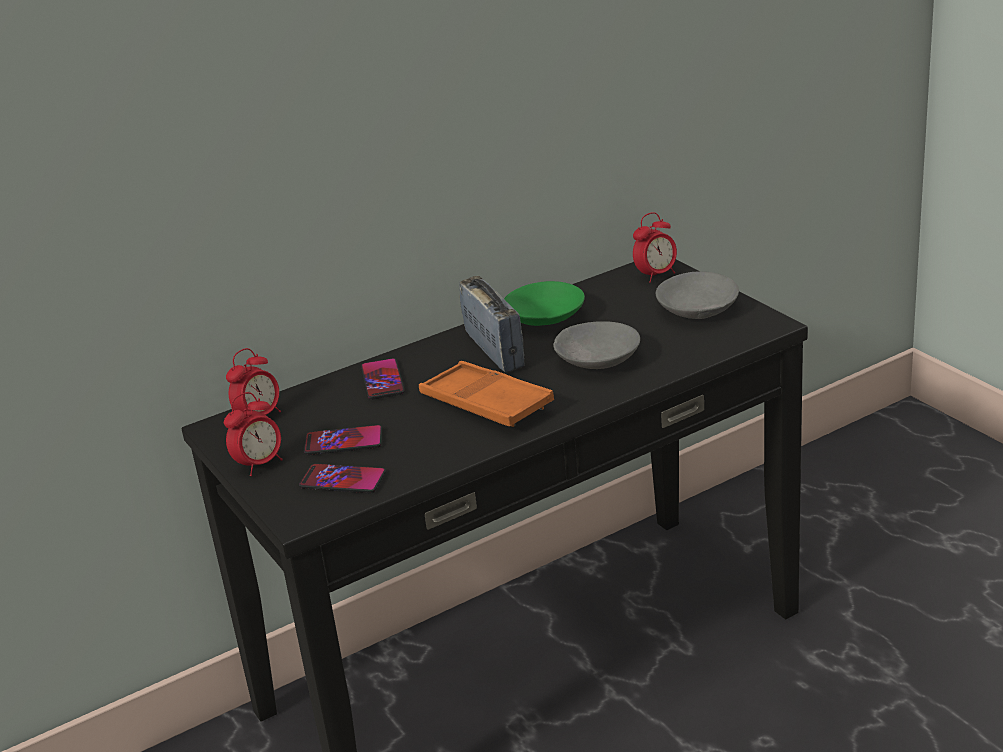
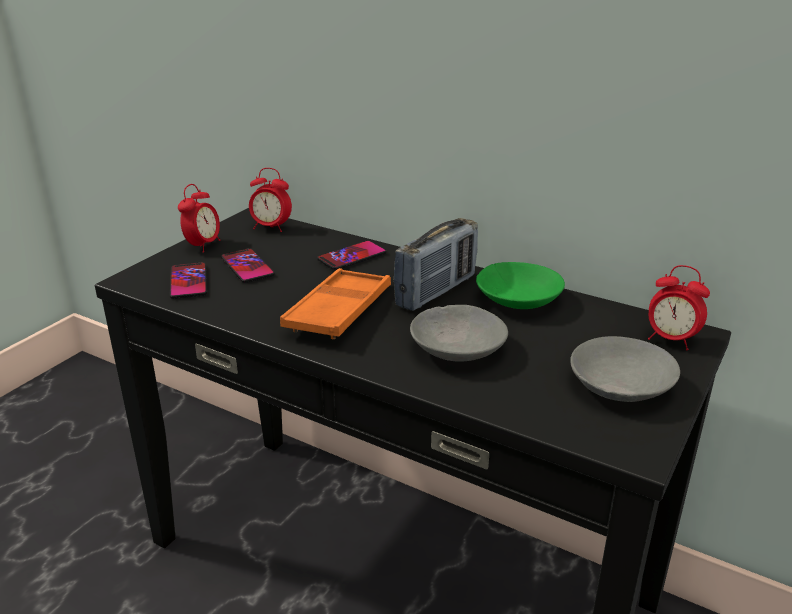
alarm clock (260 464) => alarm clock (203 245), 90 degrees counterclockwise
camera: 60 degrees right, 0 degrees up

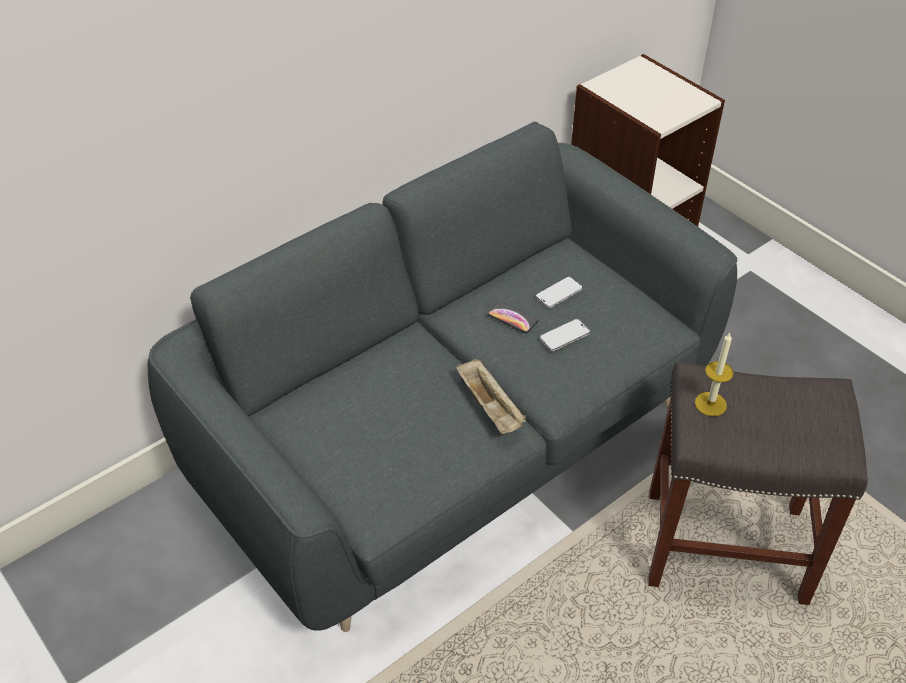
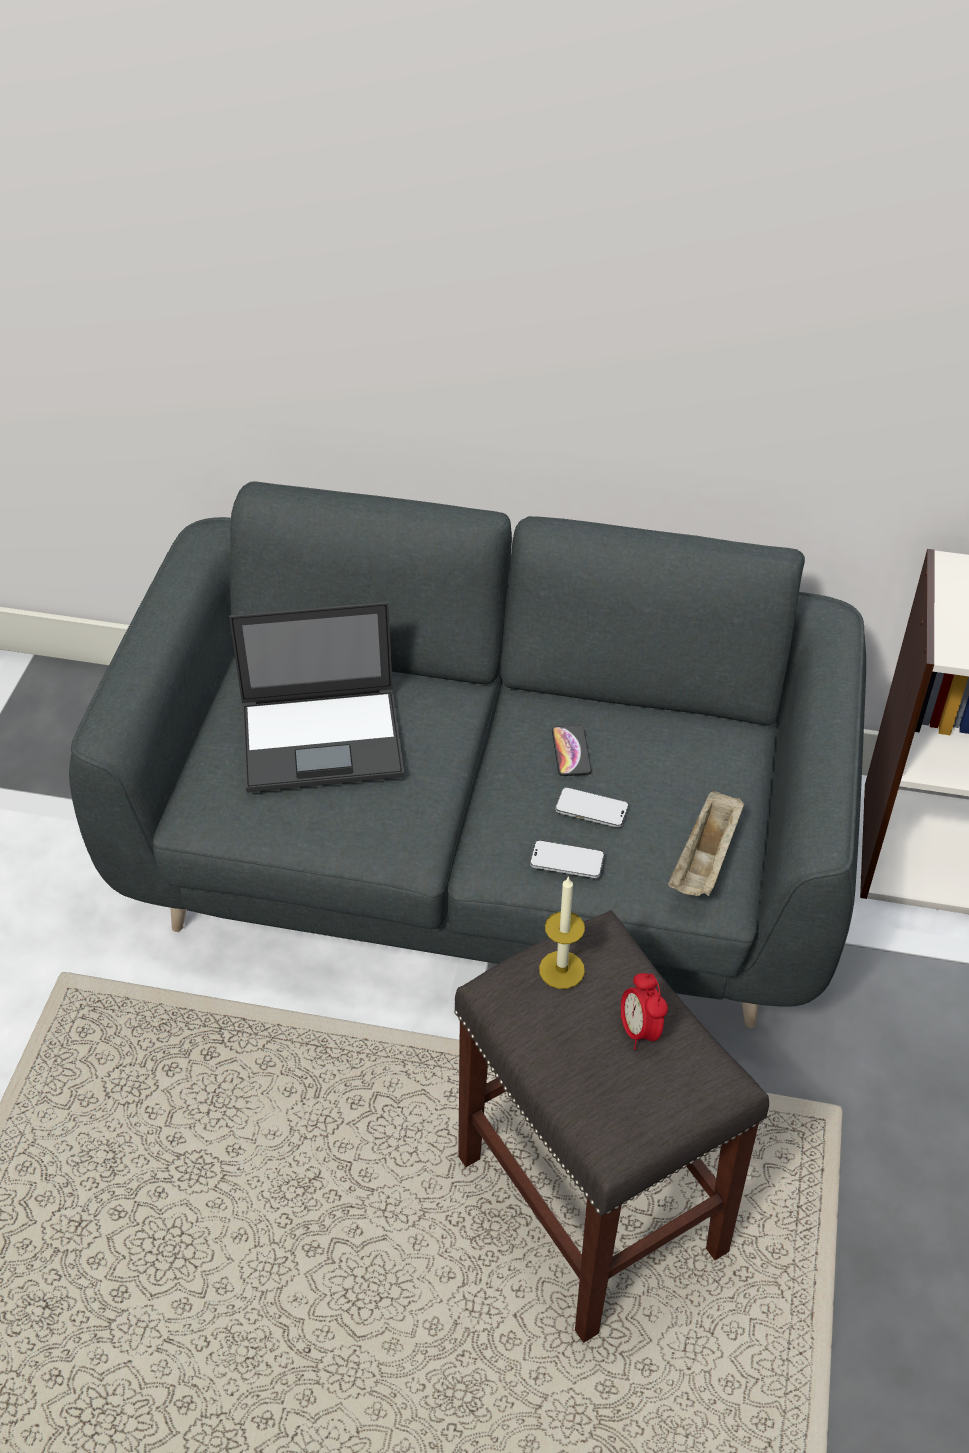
nothing => laptop (324 739)
nothing => alarm clock (640 1030)
beige tray (490 408) => beige tray (705 860), relocated
phone (558 293) => phone (567 861), relocated
camera: 50 degrees right, 0 degrees up

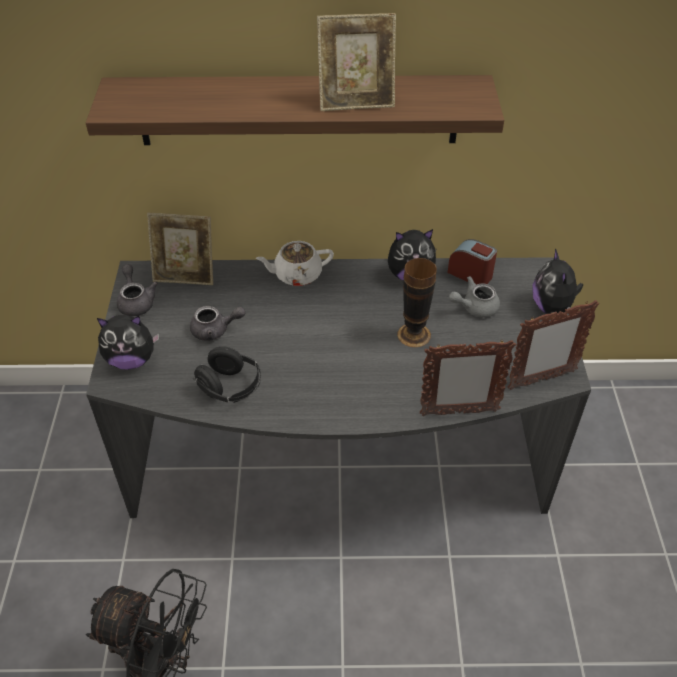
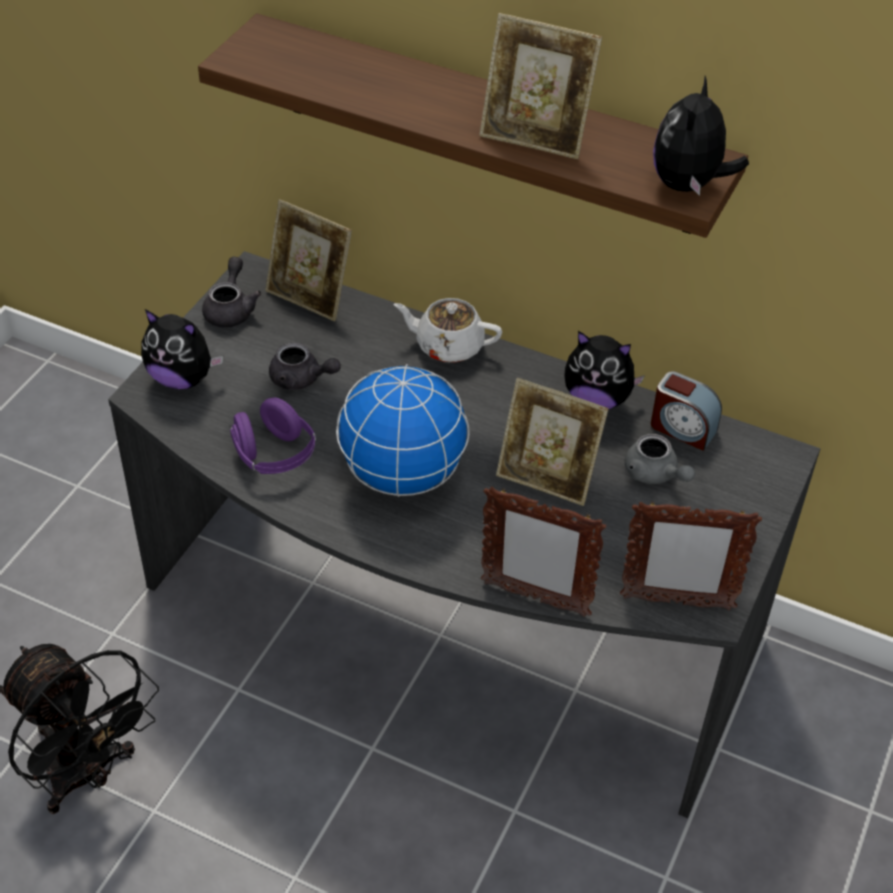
nothing => globe (402 474)
plush toy (552 308) => plush toy (688 185), relocated
vase (414 335) => picture frame (546 479)
black headphones (230 388) => purple headphones (274 456)
alarm clock (470 274) => alarm clock (682 428), 150 degrees clockwise
grey teapot (474 307) => grey teapot (654 474), 135 degrees counterclockwise
camera: 25 degrees right, 0 degrees up

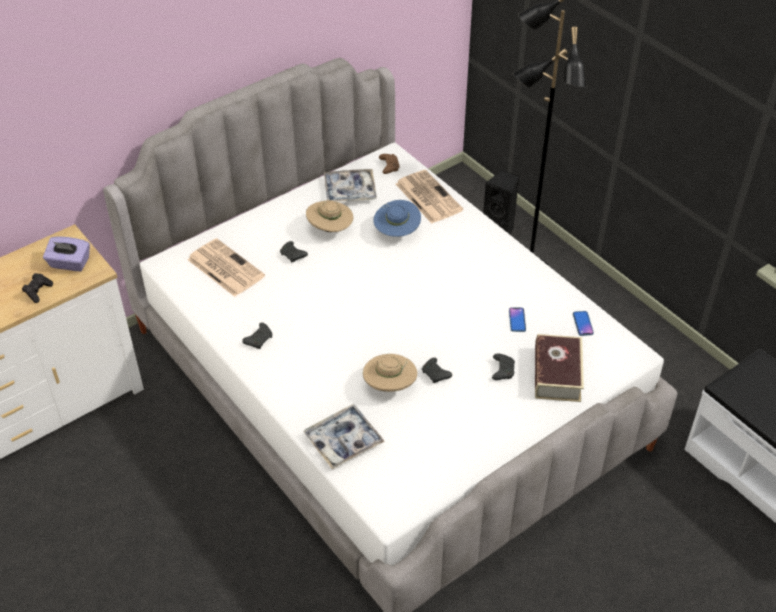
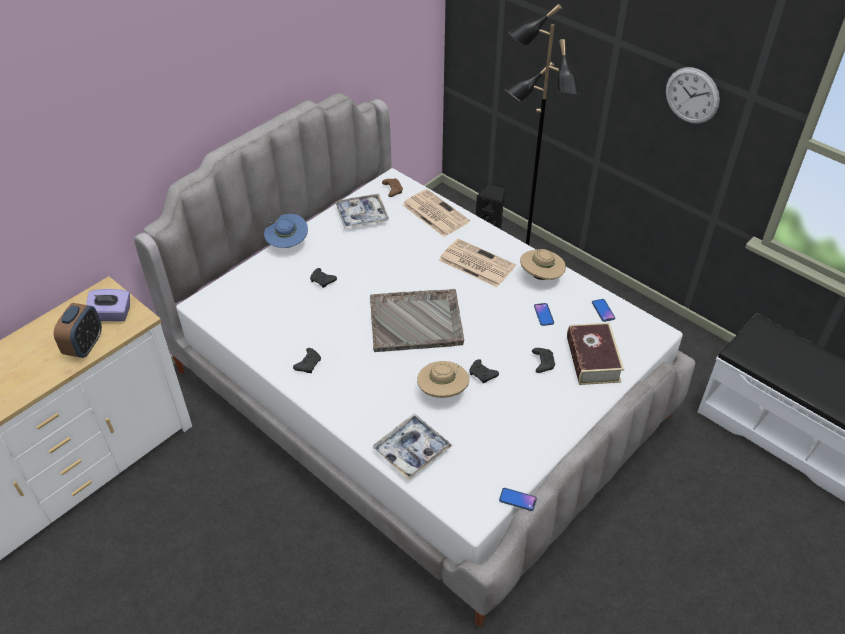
nothing => grey tray (417 322)
nothing => phone (517 499)
nothing => wall clock (692 95)
newspaper (224 268) => newspaper (475 263), relocated
beige hat (330 229) => beige hat (541 276), relocated
blue hat (396 232) => blue hat (287 244), relocated
black game controller (38 291) => alarm clock (85 346)
camera: 10 degrees left, 0 degrees up

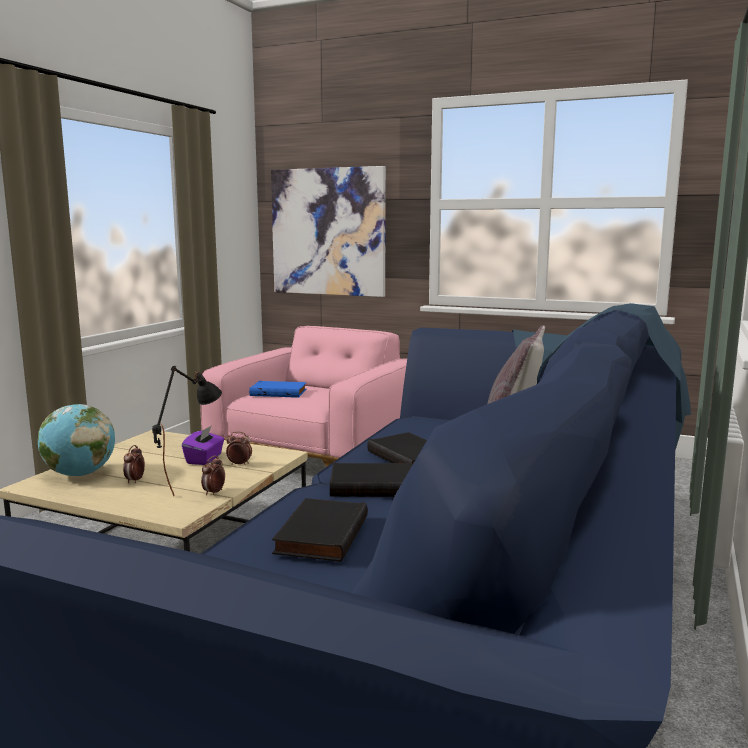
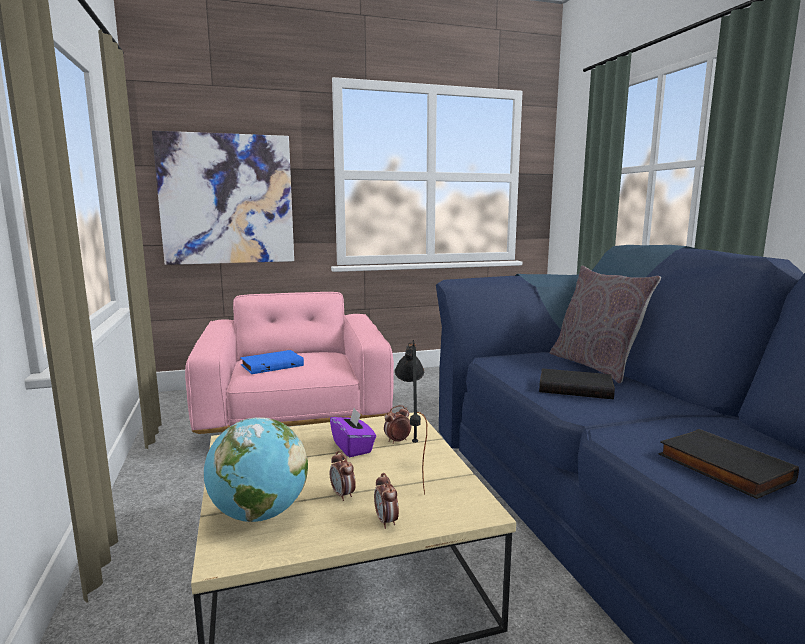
black book (375 485) => nothing
alarm clock (214 493) => alarm clock (386 521), relocated
camera: 40 degrees left, 0 degrees up

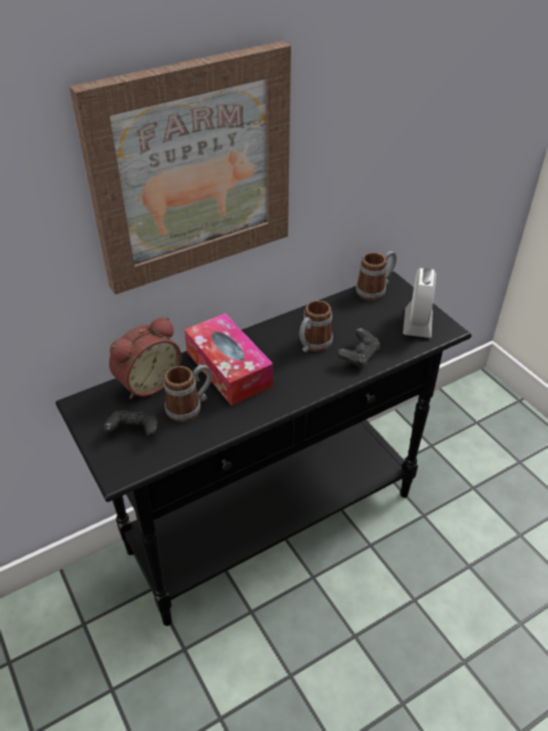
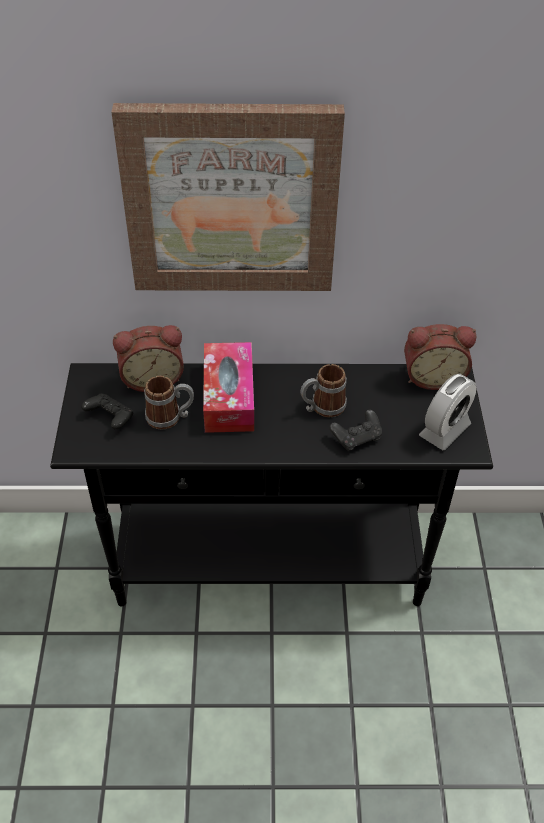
mug (375 289) => alarm clock (432 376)
camera: 30 degrees right, 5 degrees up

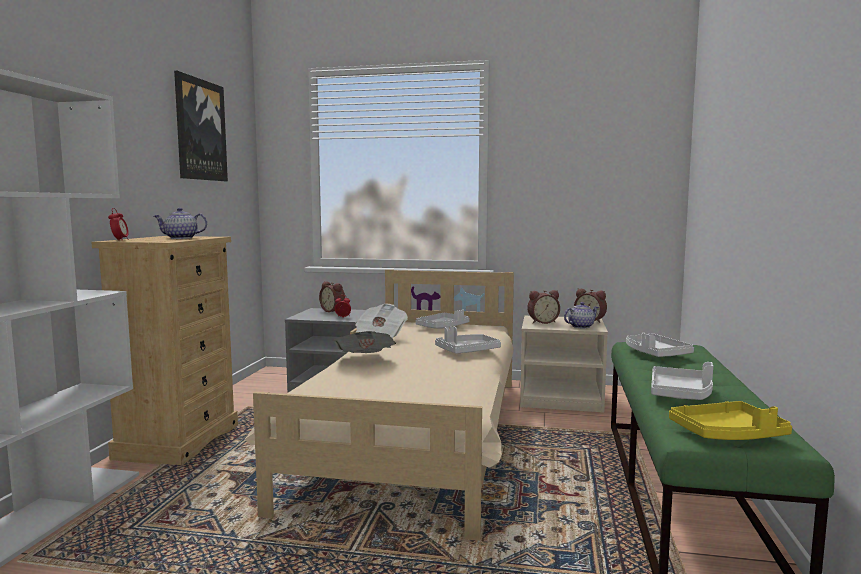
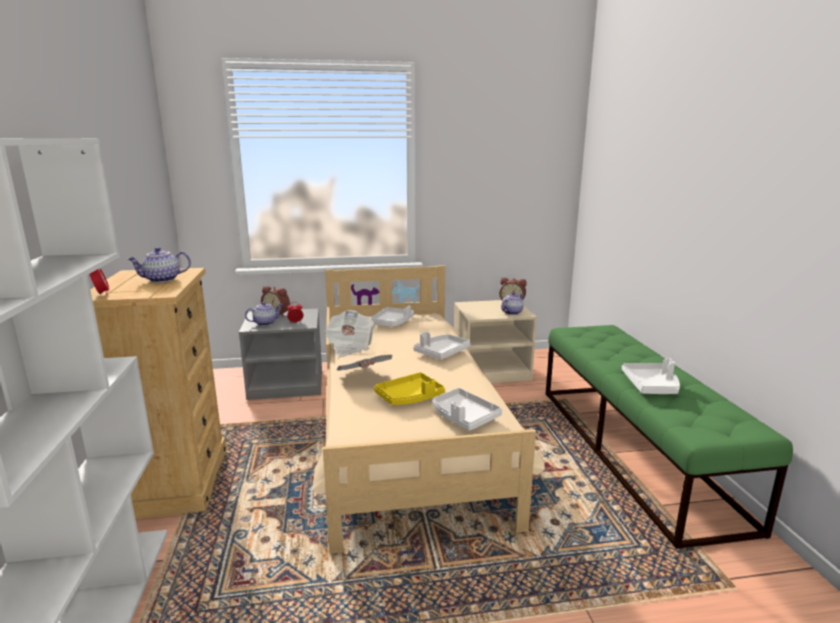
picture (200 130) => nothing
alarm clock (542 322) => nothing
nothing => teapot (265 323)
white tray (655 354) => white tray (463 417), relocated
yellow tray (728 434) => yellow tray (410 397), relocated
camera: 20 degrees left, 10 degrees up

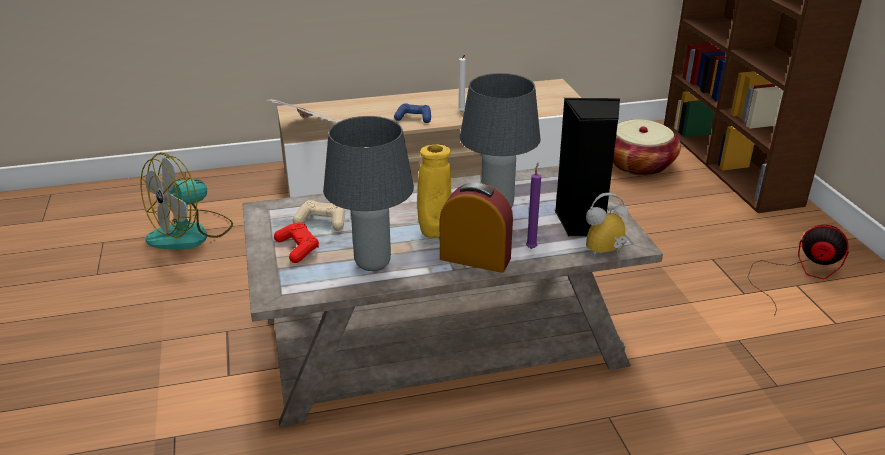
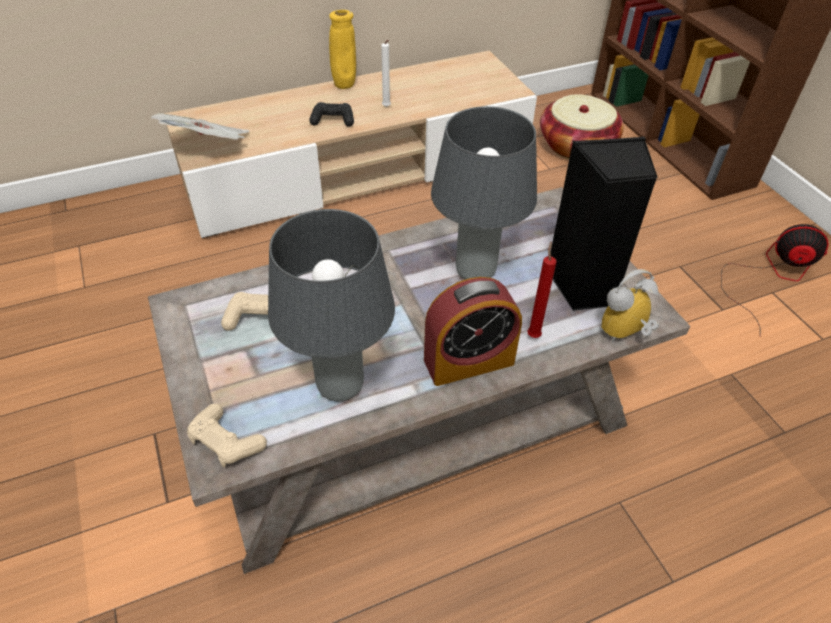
fan (191 233) => nothing
red game controller (298 248) => nothing
nothing => beige game controller (226 442)
yellow vase (434 234) => yellow vase (344 86), relocated
blue game controller (414 118) => black game controller (333 120)
purple candle (531 247) => red candle (533 334)
alarm clock (475 258) => alarm clock (469 361), 150 degrees clockwise
camera: 10 degrees left, 15 degrees up

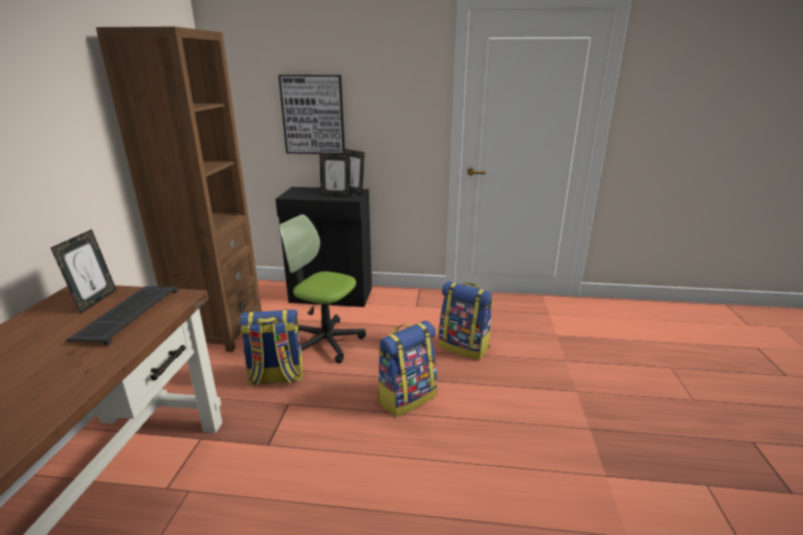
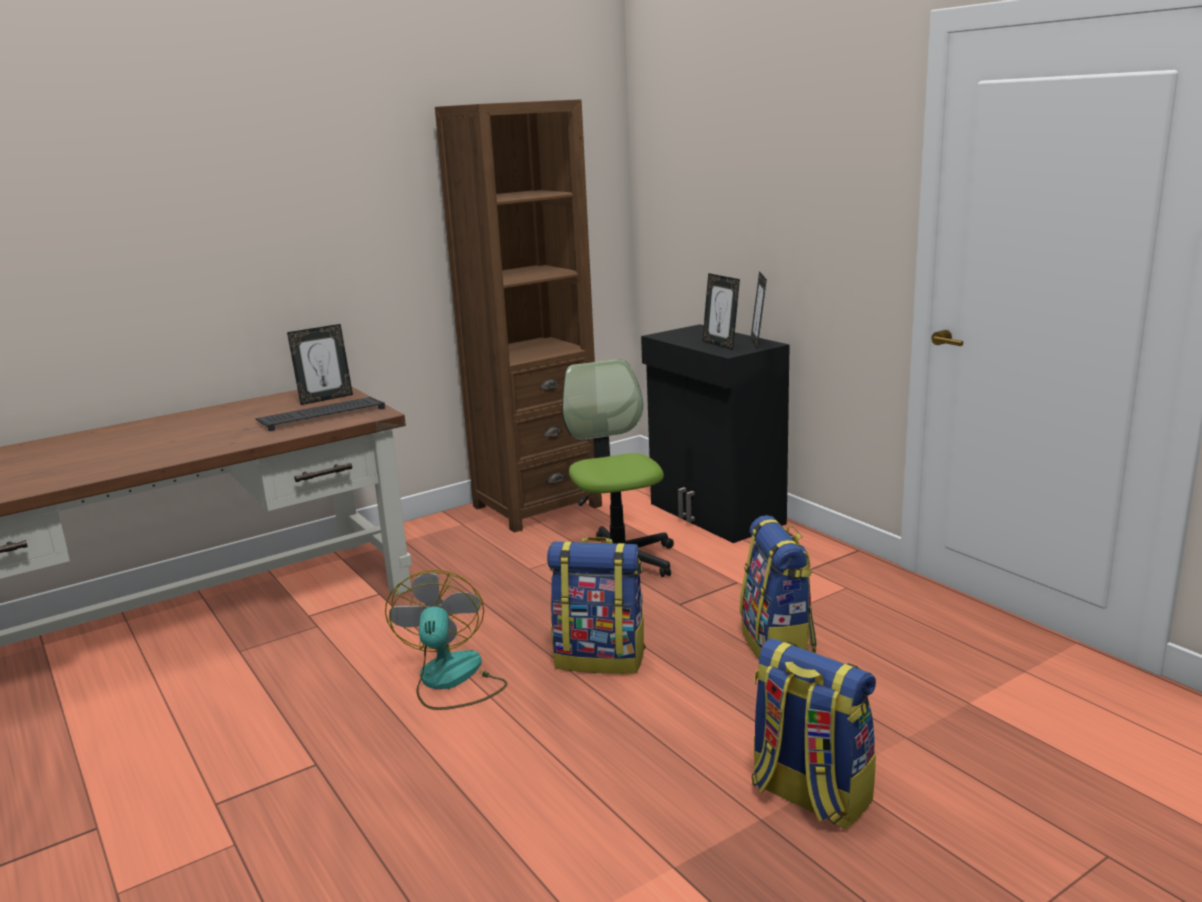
picture (313 115) => nothing
nothing => fan (450 681)
backpack (276 377) => backpack (809 796), relocated
camera: 50 degrees right, 5 degrees down

